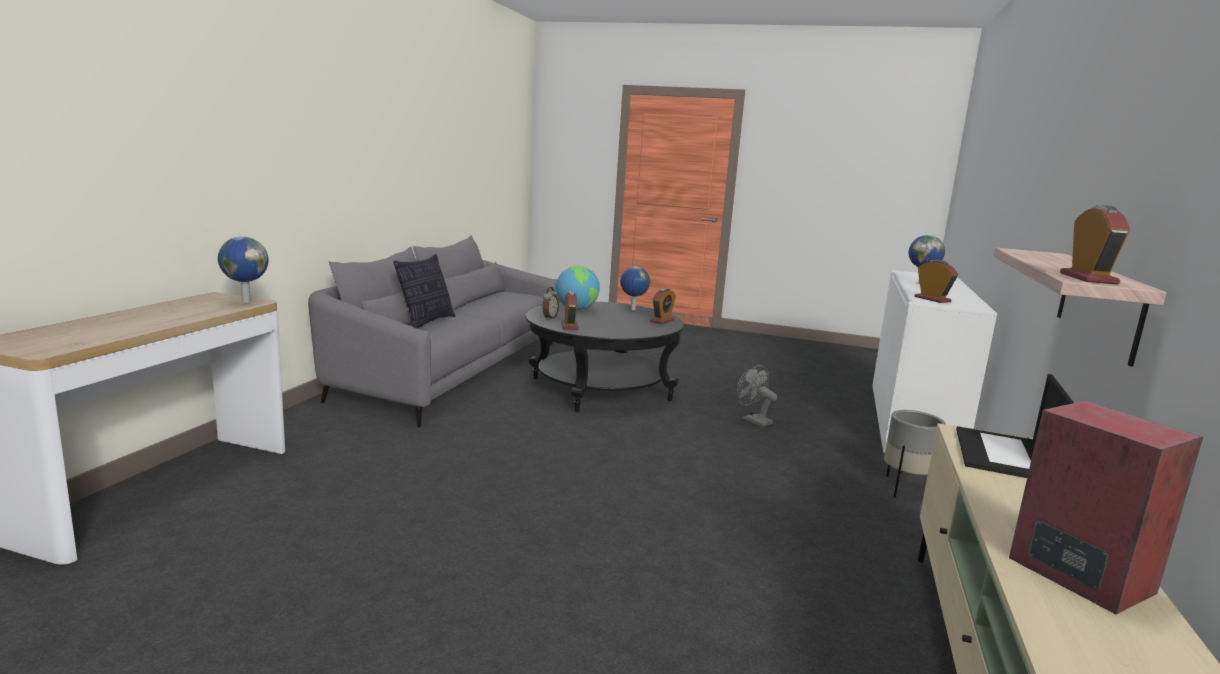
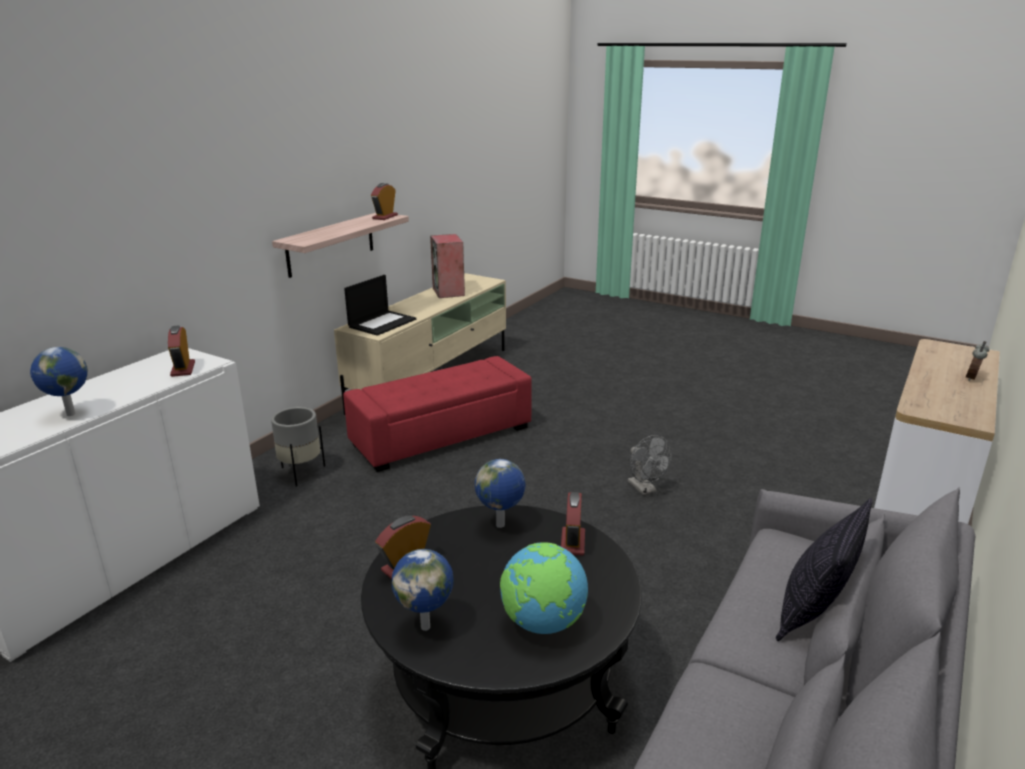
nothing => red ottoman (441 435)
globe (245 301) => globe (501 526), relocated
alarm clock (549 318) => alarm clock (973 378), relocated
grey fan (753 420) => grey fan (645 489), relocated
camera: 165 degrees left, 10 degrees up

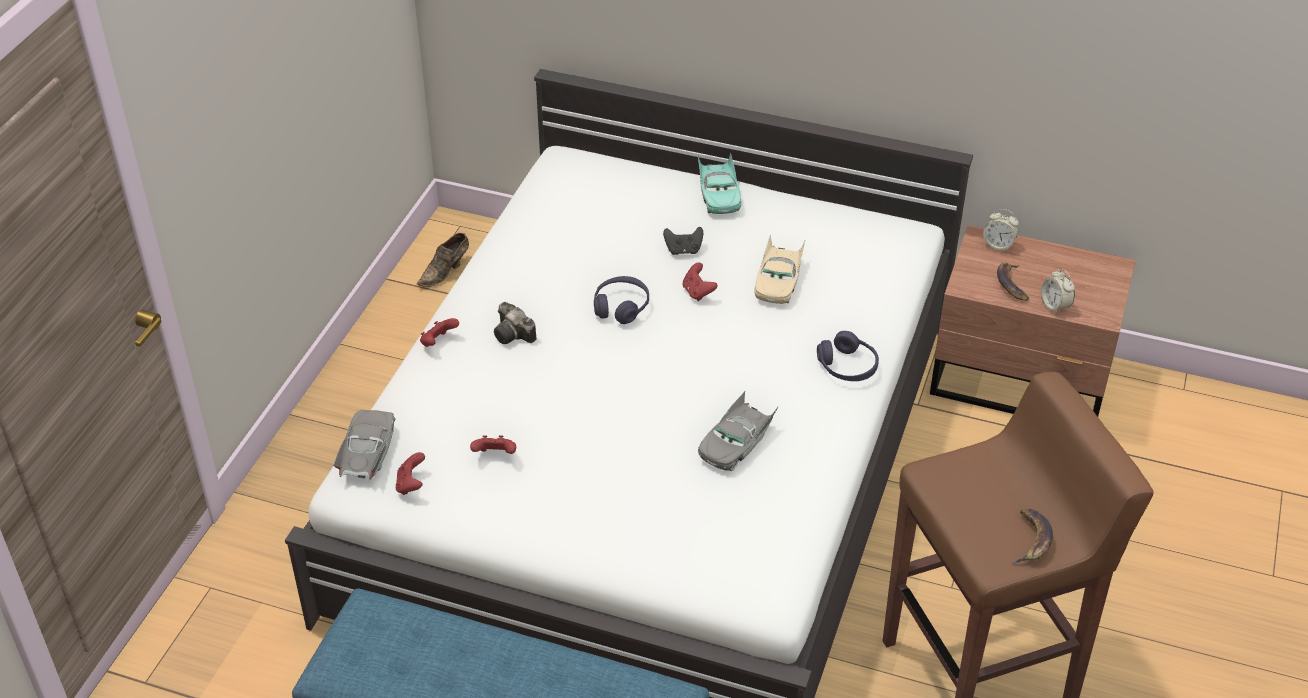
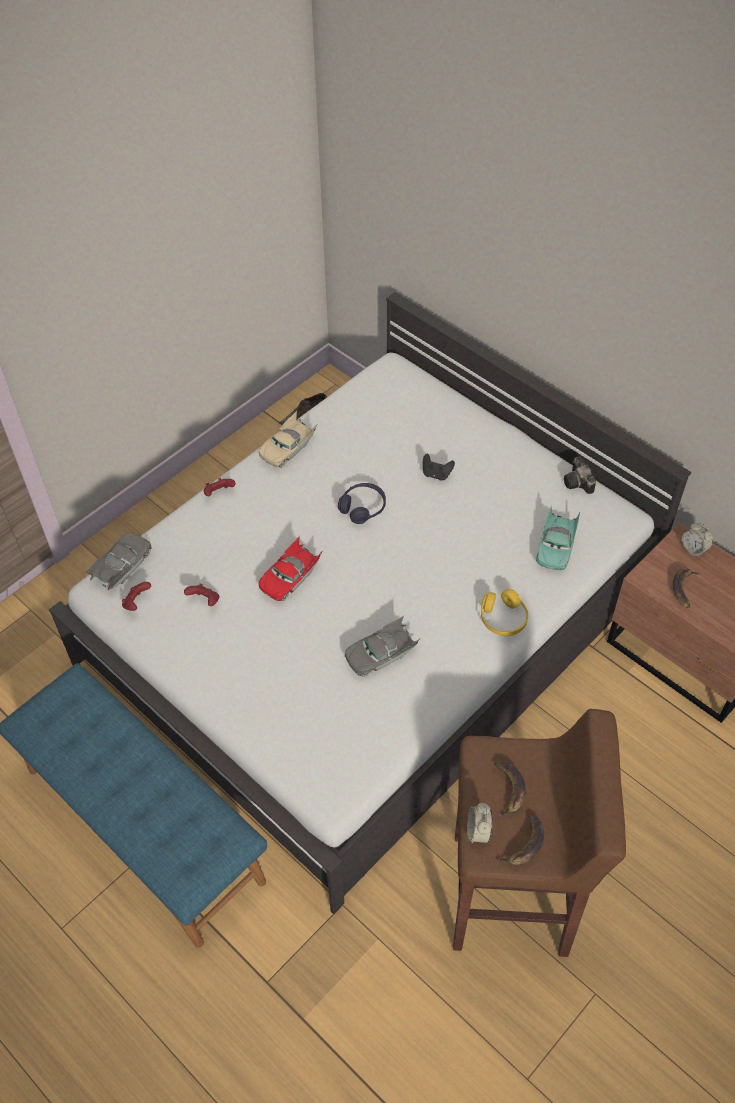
red game controller (698 292) => nothing
nothing => red toy car (290 577)
nothing => banana (508 789)
photo camera (514 335) => photo camera (579 483), relocated
turquoise toy car (718 194) => turquoise toy car (556 546), relocated
beige toy car (778 281) => beige toy car (288 448), relocated
alarm clock (1055 306) => alarm clock (478 832), relocated
purple headphones (847 366) => yellow headphones (503 618)
camera: 25 degrees right, 10 degrees up

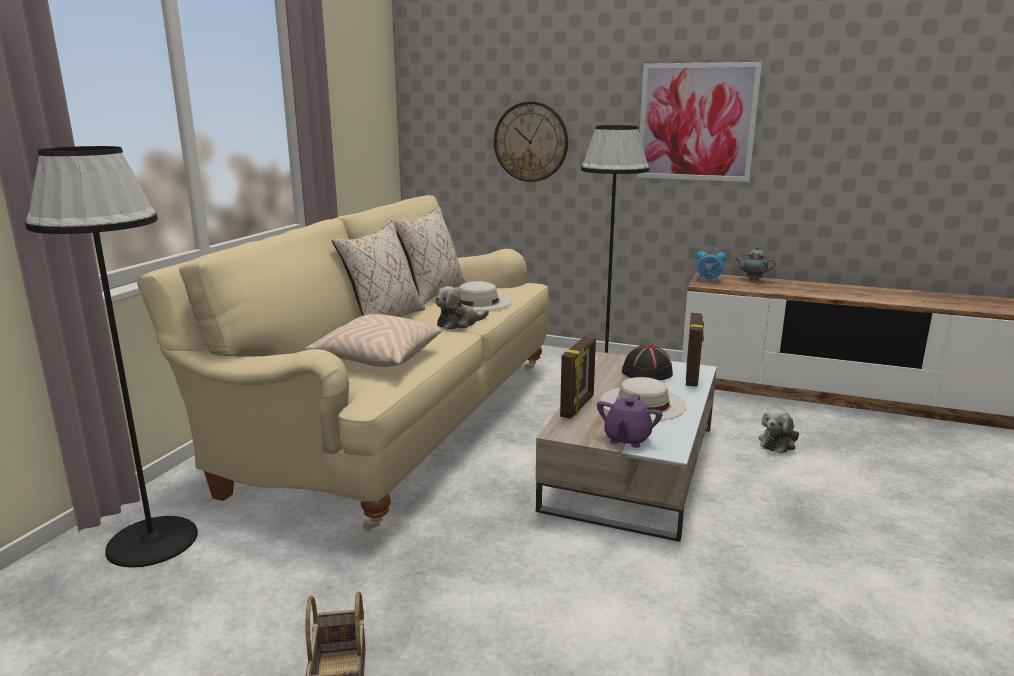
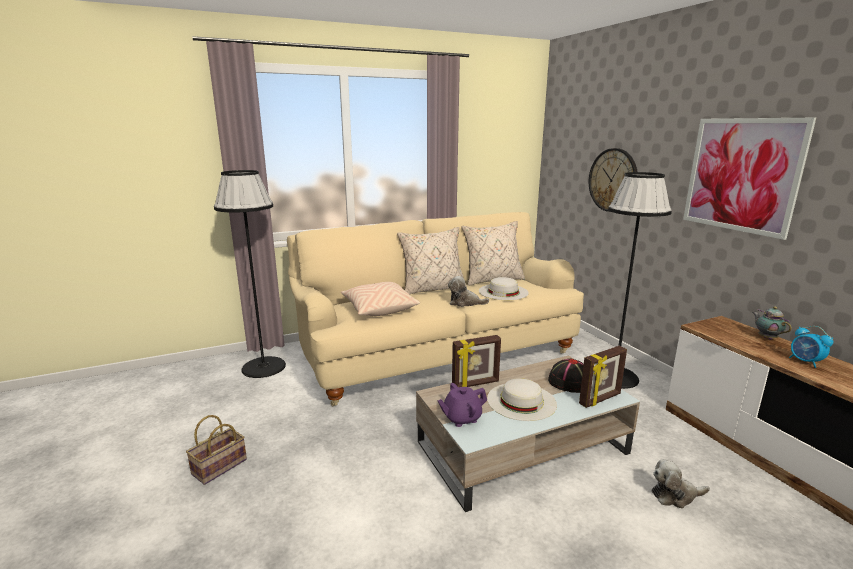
alarm clock (708 280) => alarm clock (805 362), relocated
camera: 45 degrees right, 0 degrees up

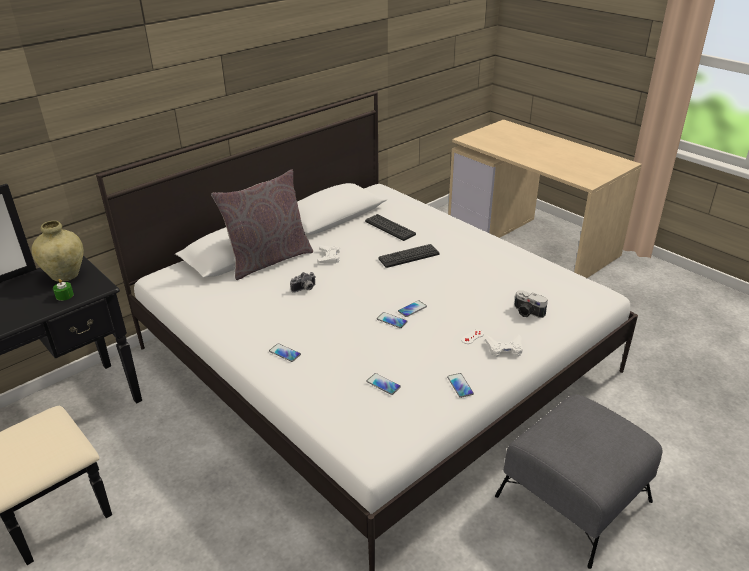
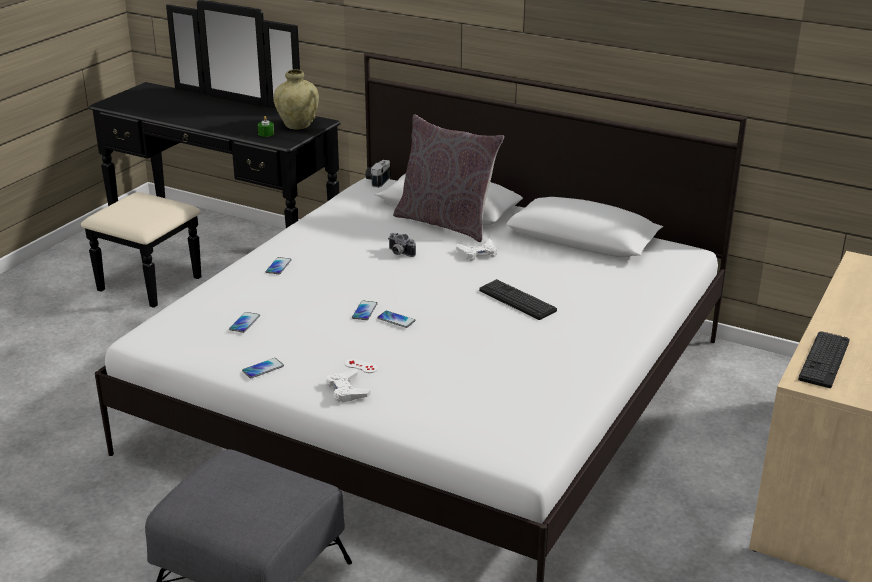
keyboard (390 228) => keyboard (824 360), relocated
photo camera (527 313) => photo camera (377 180), relocated
camera: 70 degrees right, 5 degrees down

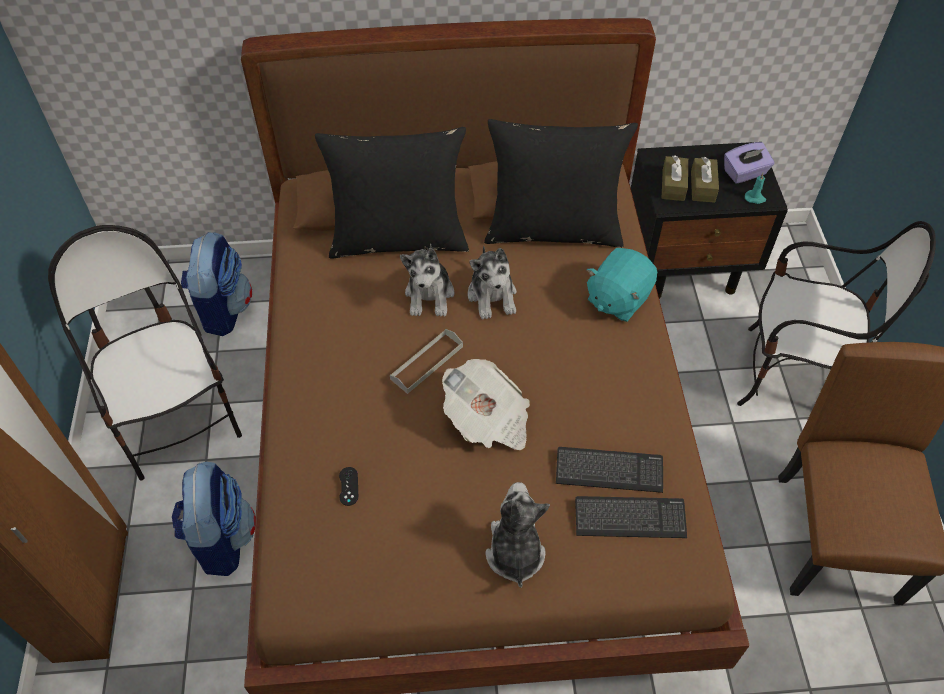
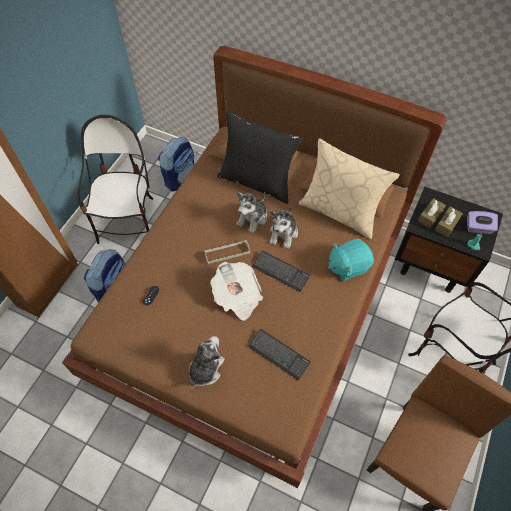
keyboard (630 518) => keyboard (280 271), relocated
black pillow (553 228) => beige pillow (340 212)
camera: 30 degrees right, 5 degrees up

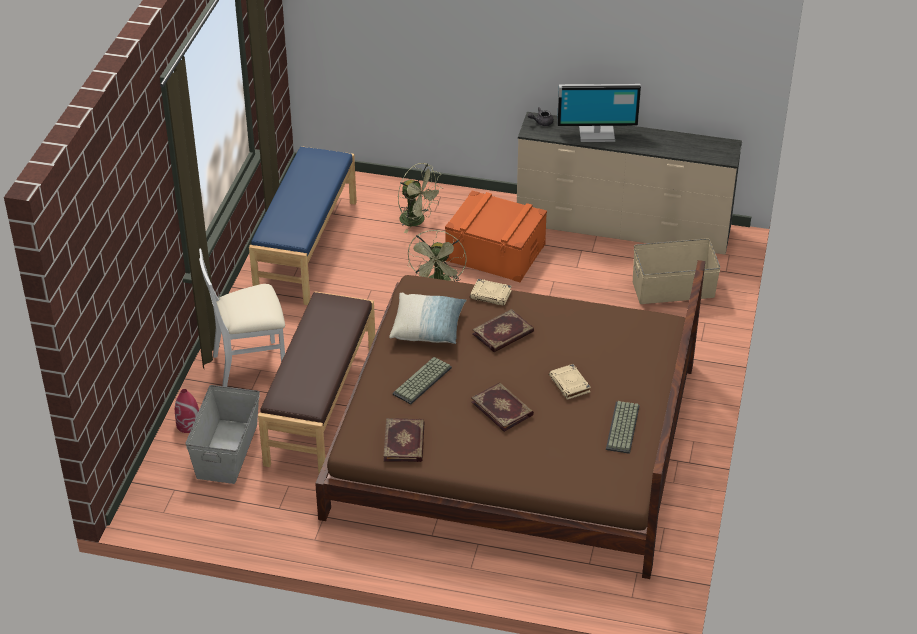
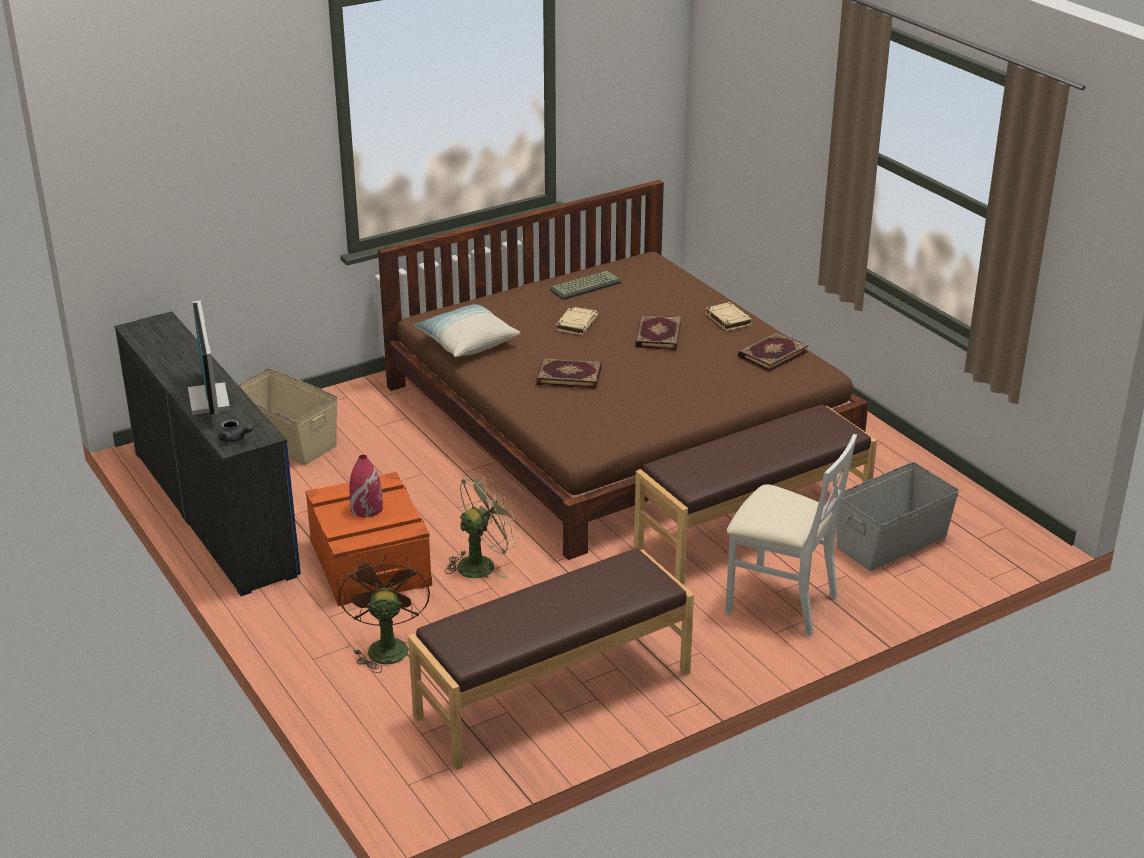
keyboard (422 382) => nothing
red vase (189 424) => red vase (366 508), relocated
pillow (428 328) => pillow (466 343), relocated
beige book (491 295) => beige book (728 319), relocated
blue bench (305 248) => brown bench (554 695)
green fan (417 221) => brown fan (386 646)
beige dresser (623 227) => blue dresser (214 510)
monitor (596 133) => monitor (211 399), 150 degrees counterclockwise
camera: 135 degrees left, 10 degrees down

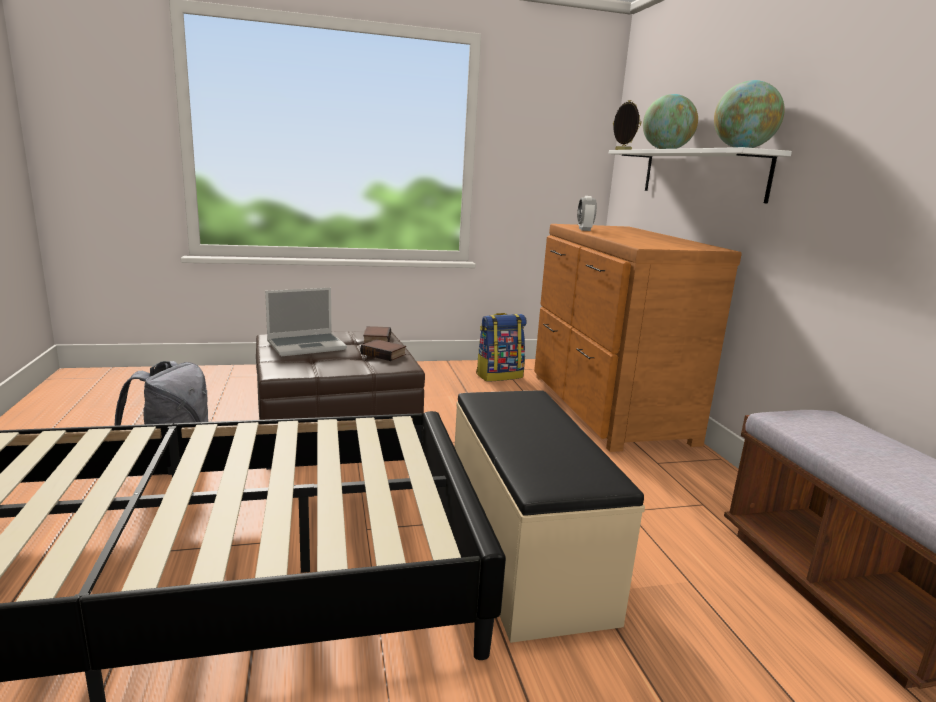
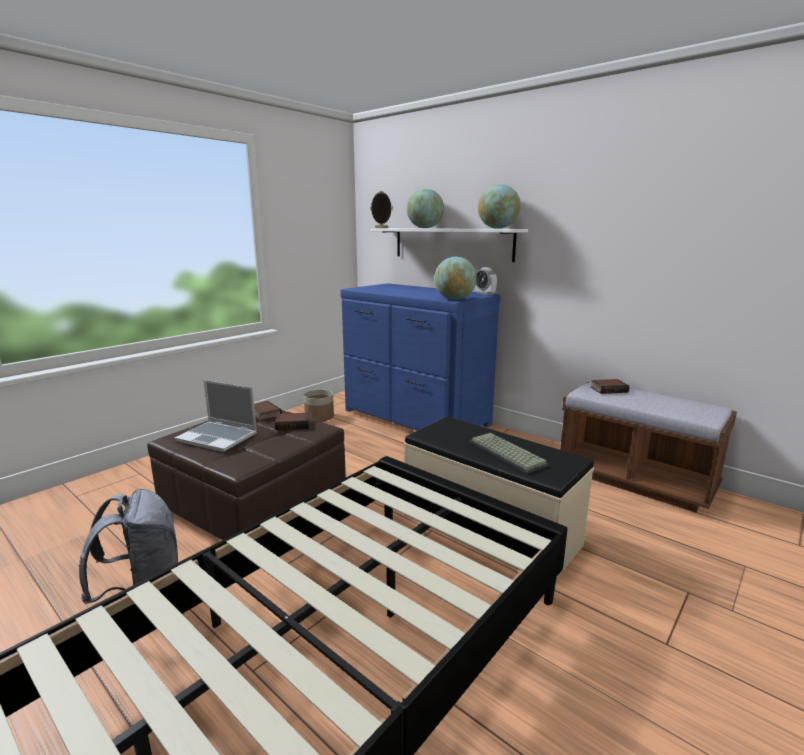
nothing => globe (455 299)
nothing => keyboard (505 453)
nothing => book (608 389)
alarm clock (584 229) => alarm clock (485 294), relocated
backpack (499 375) => planter (319 417)
brown dresser (606 408) => blue dresser (414 418)
laptop (307 345) => laptop (218 437), 90 degrees clockwise
camera: 35 degrees left, 0 degrees up

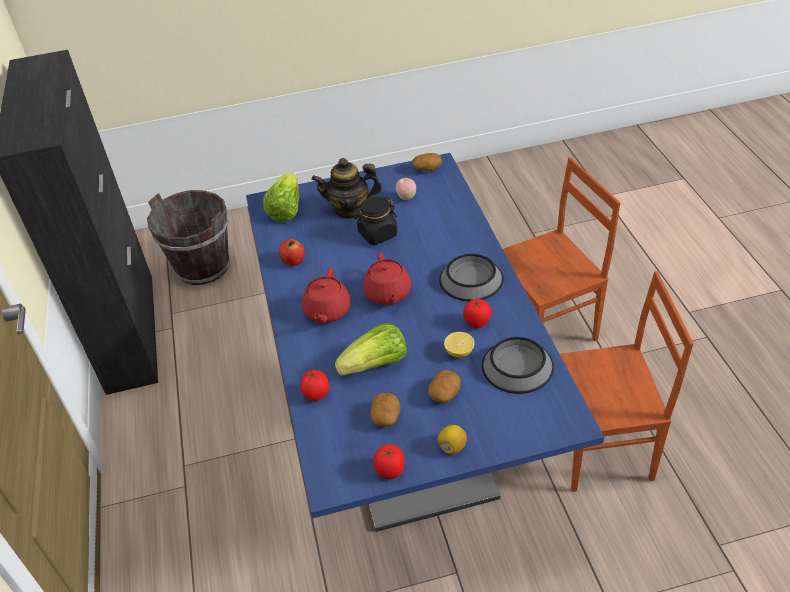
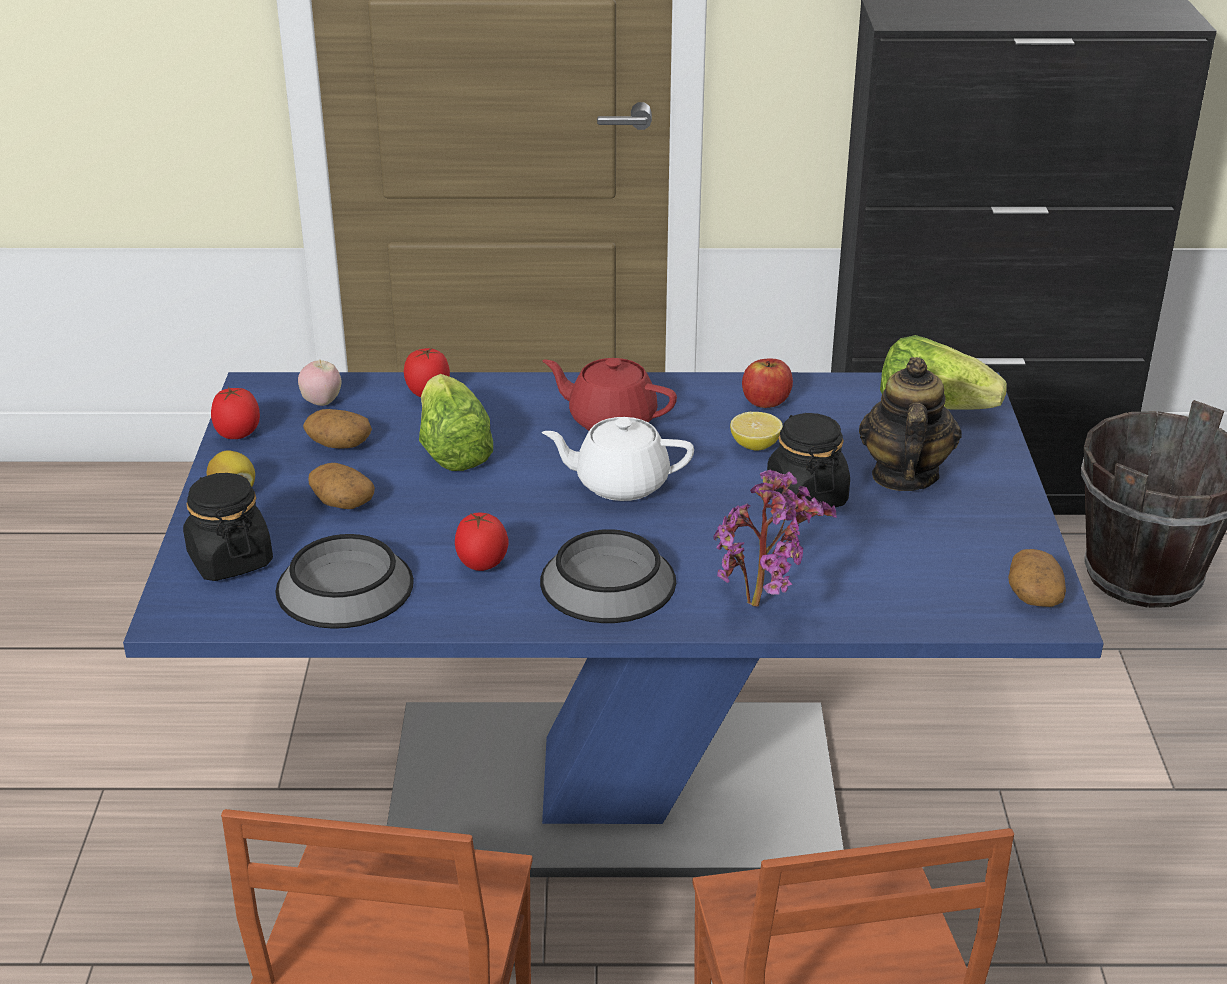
nothing => black jar (230 560)
nothing => potted plant (765 606)
apple (406 197) => apple (321 402), relocated
lemon (459 352) => lemon (755 446), relocated
red teapot (388 294) => white teapot (620 483)
camera: 100 degrees right, 10 degrees down

